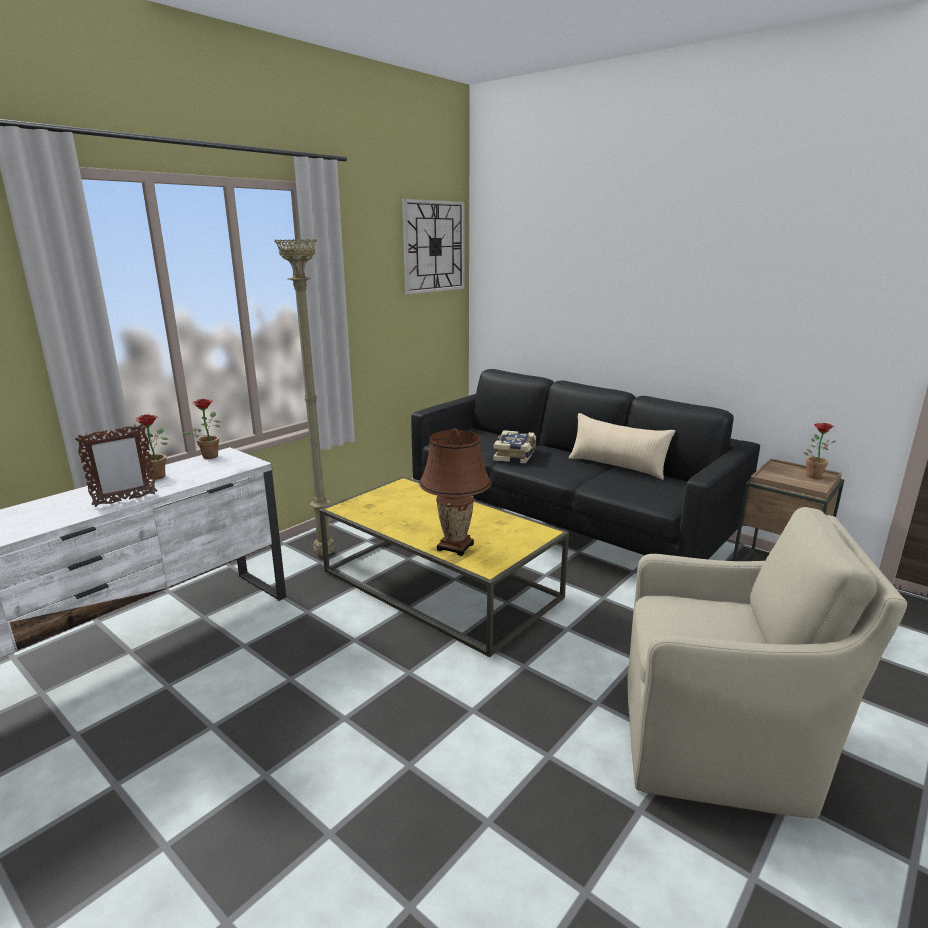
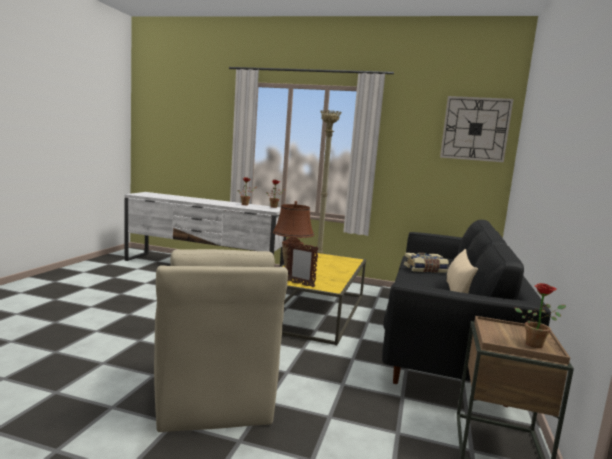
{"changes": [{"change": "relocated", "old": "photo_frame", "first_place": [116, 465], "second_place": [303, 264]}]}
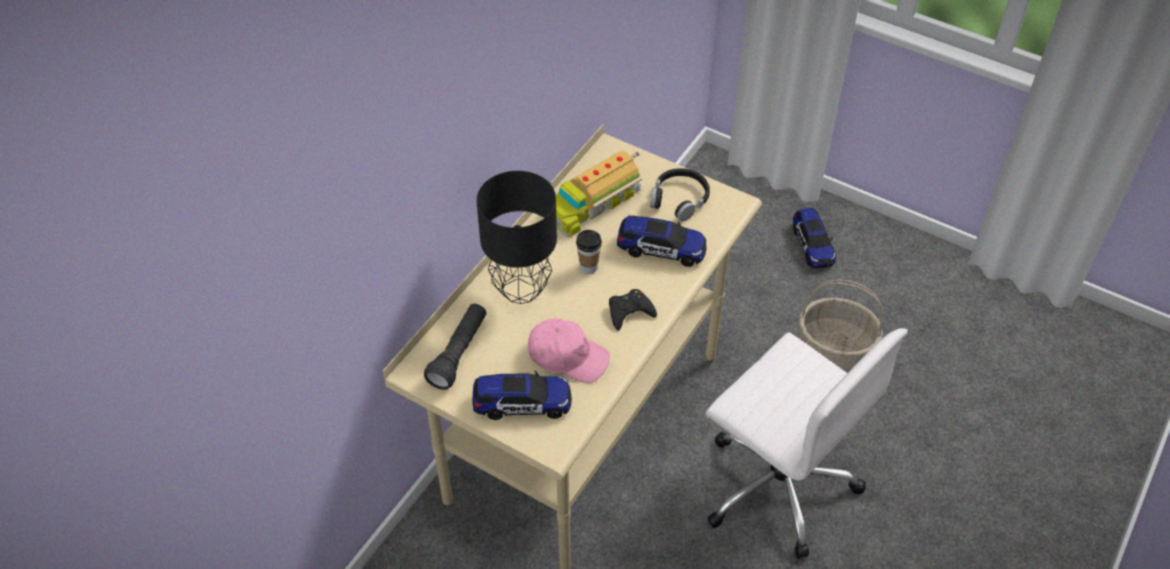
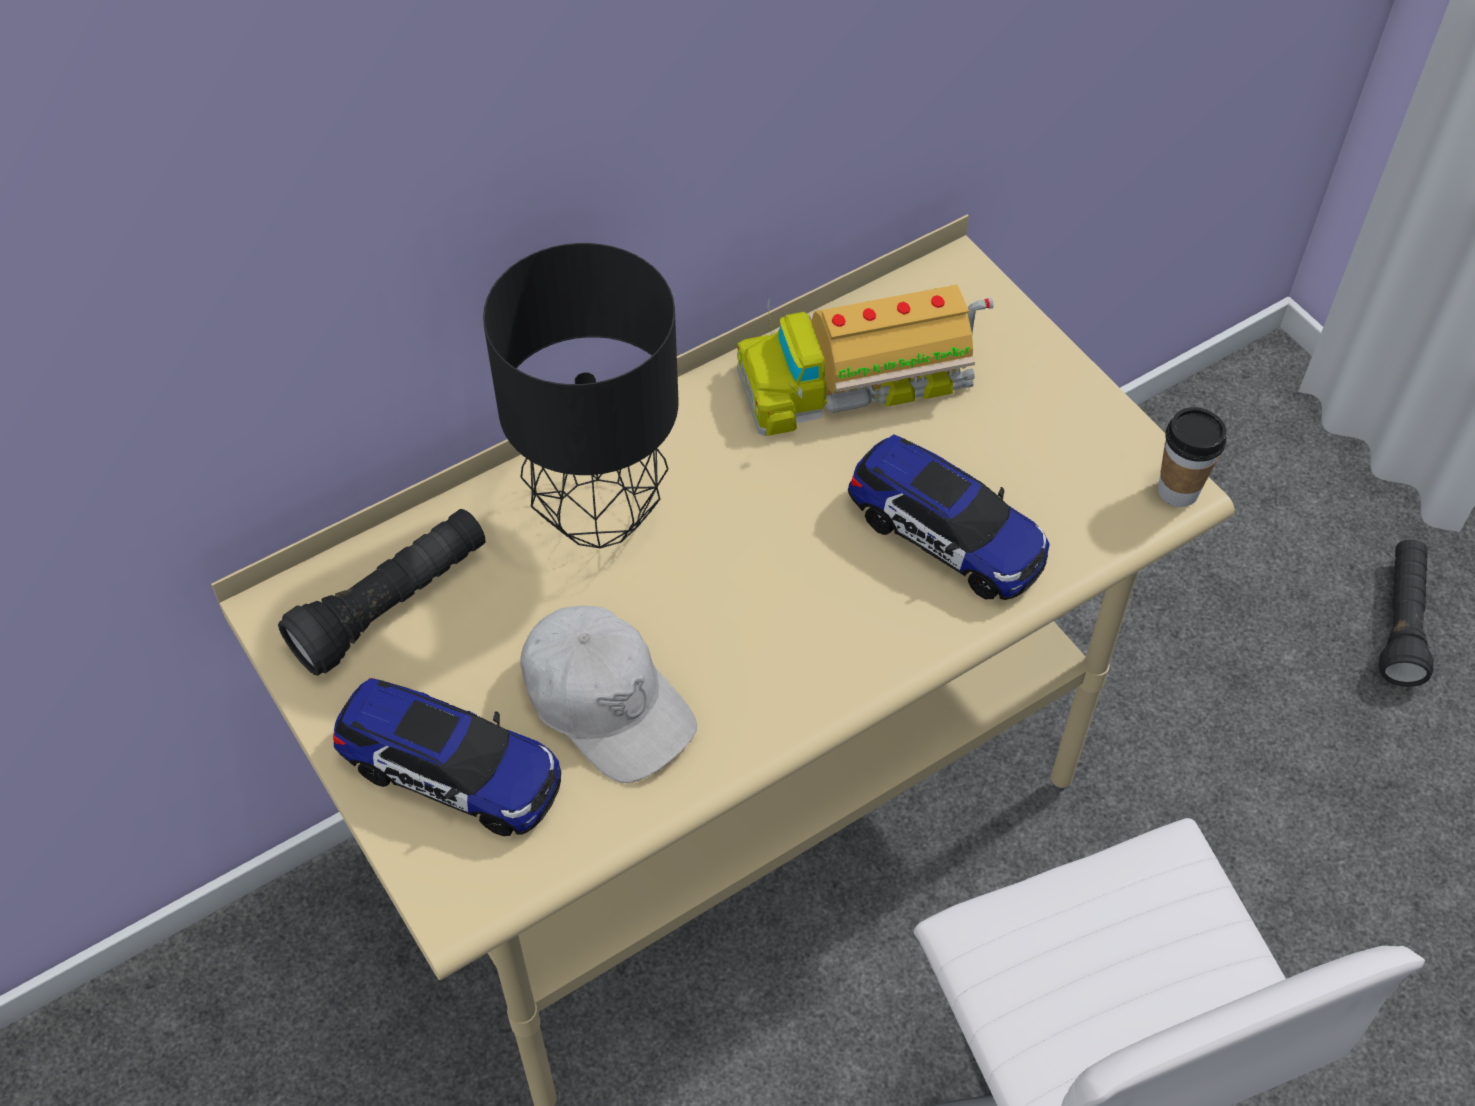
{"changes": [{"change": "missing", "old": "black-coloured_joypad", "first_place": [633, 310]}, {"change": "missing", "old": "black-coloured_headset", "first_place": [680, 194]}, {"change": "missing", "old": "storage_basket", "first_place": [841, 325]}, {"change": "relocated", "old": "cup", "first_place": [589, 252], "second_place": [1192, 457]}, {"change": "exchanged", "old": "model_car", "new": "black-coloured_hand_torch", "first_place": [814, 238], "second_place": [1406, 613]}, {"change": "colour", "old": "pink-coloured_peaked_cap", "new": "white_peaked_cap", "first_place": [569, 350], "second_place": [608, 694]}]}
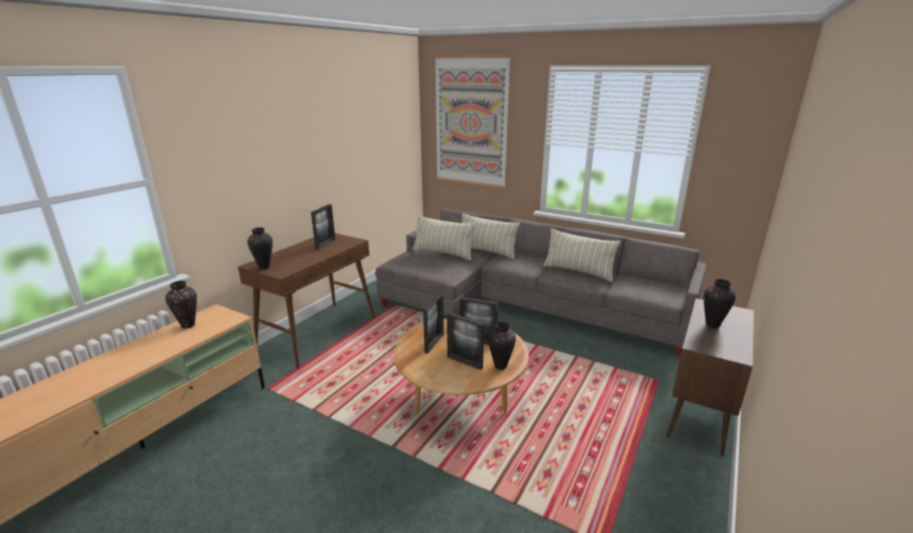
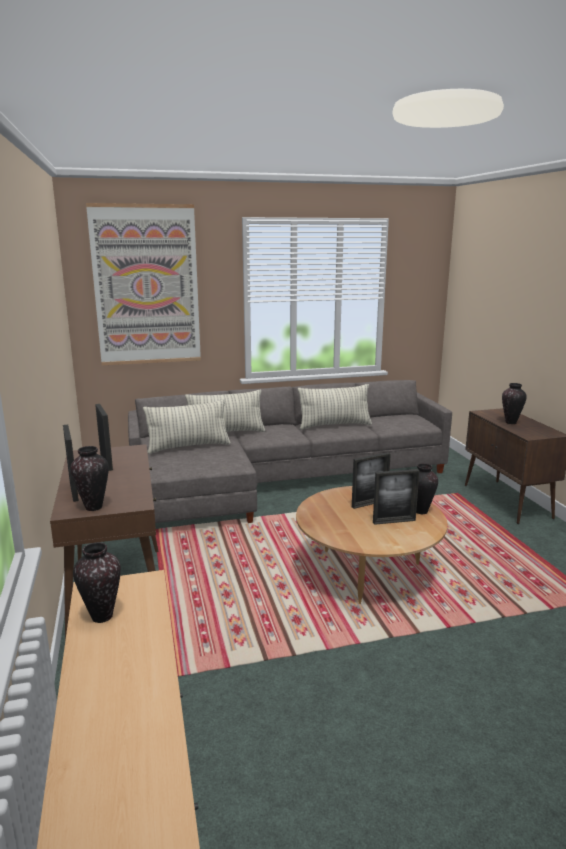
{"changes": [{"change": "relocated", "old": "photo_frame", "first_place": [433, 323], "second_place": [71, 463]}]}
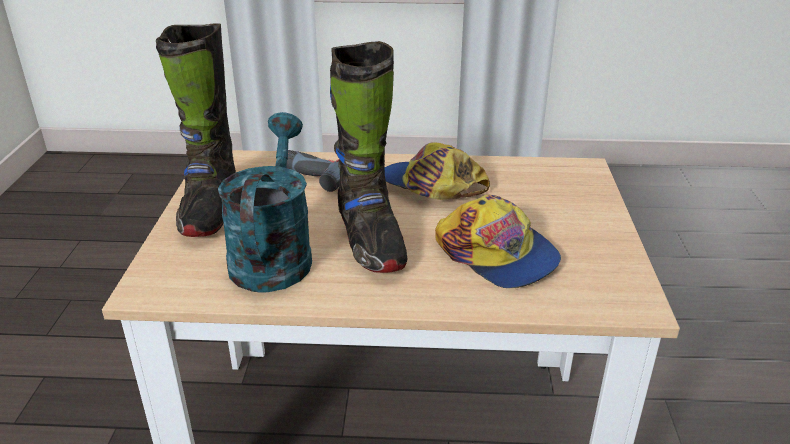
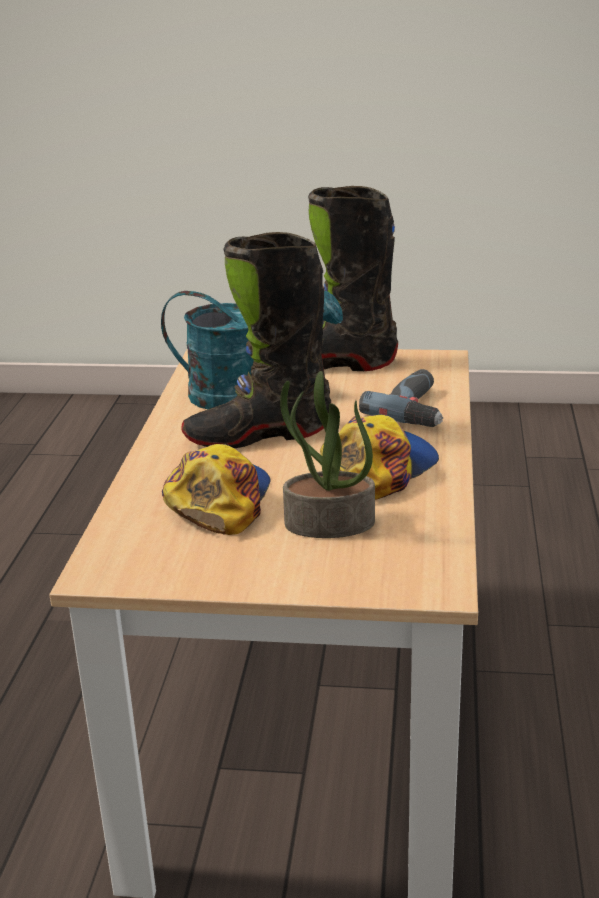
{"changes": [{"change": "appeared", "new": "potted_plant", "second_place": [327, 454]}, {"change": "spun", "old": "peaked_cap", "first_place": [498, 241], "second_place": [216, 489], "degrees": 135}]}
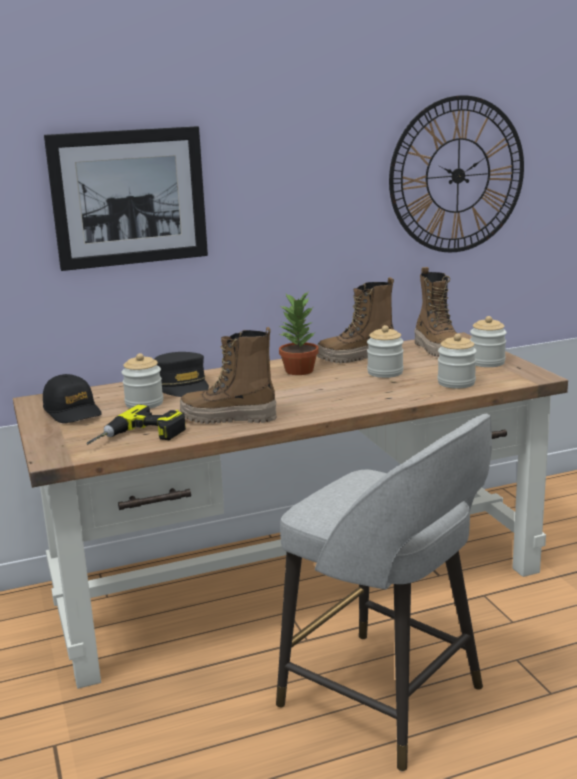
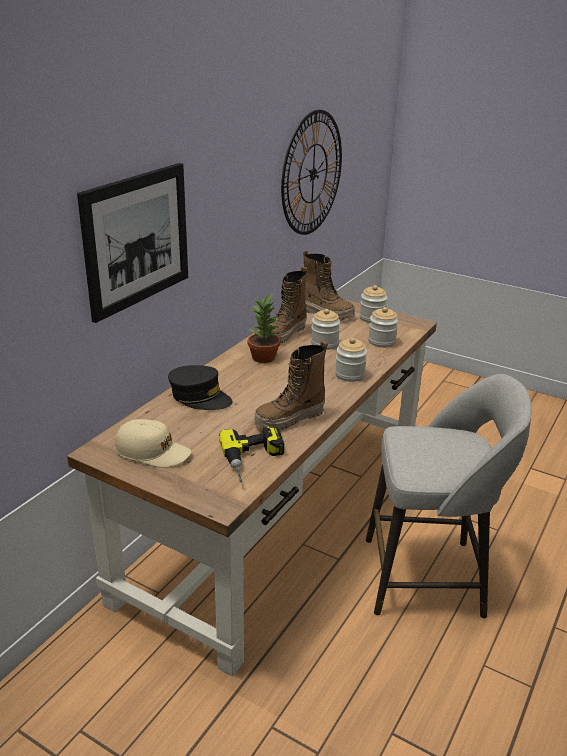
{"changes": [{"change": "relocated", "old": "preserve_jar", "first_place": [142, 381], "second_place": [351, 360]}, {"change": "colour", "old": "black-coloured_peaked_cap", "new": "beige-coloured_peaked_cap", "first_place": [72, 398], "second_place": [153, 443]}]}
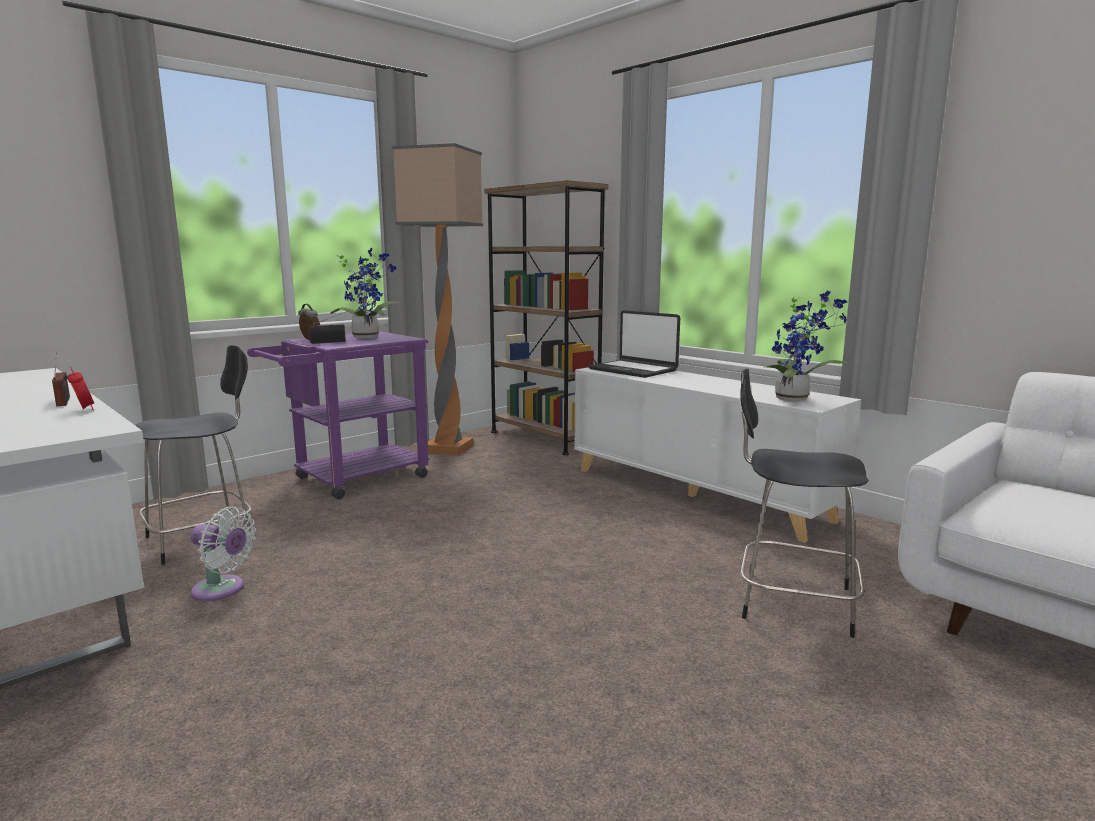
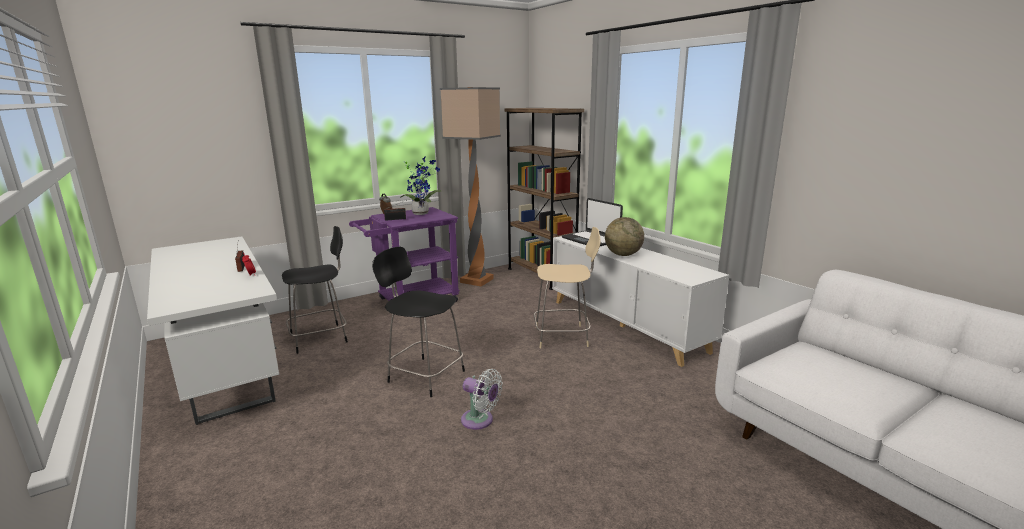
{"changes": [{"change": "missing", "old": "potted_plant", "first_place": [806, 345]}, {"change": "appeared", "new": "beige-coloured_plain_chair", "second_place": [567, 287]}, {"change": "appeared", "new": "globe", "second_place": [624, 236]}, {"change": "relocated", "old": "white_cooling_fan", "first_place": [223, 554], "second_place": [482, 399]}, {"change": "relocated", "old": "black-coloured_plain_chair", "first_place": [804, 503], "second_place": [418, 322]}]}
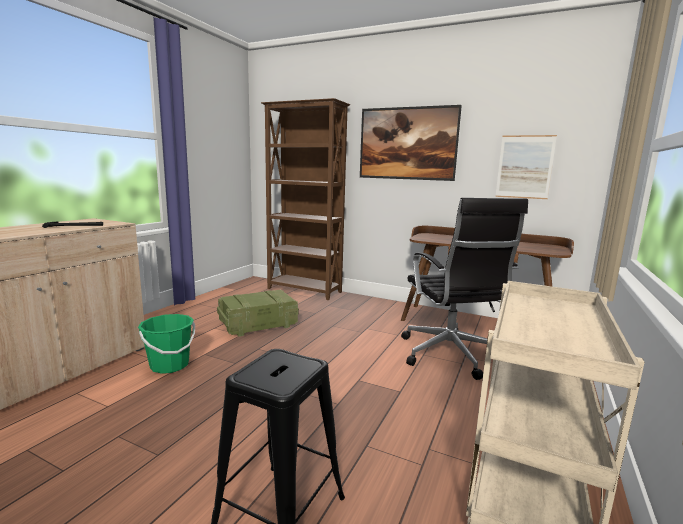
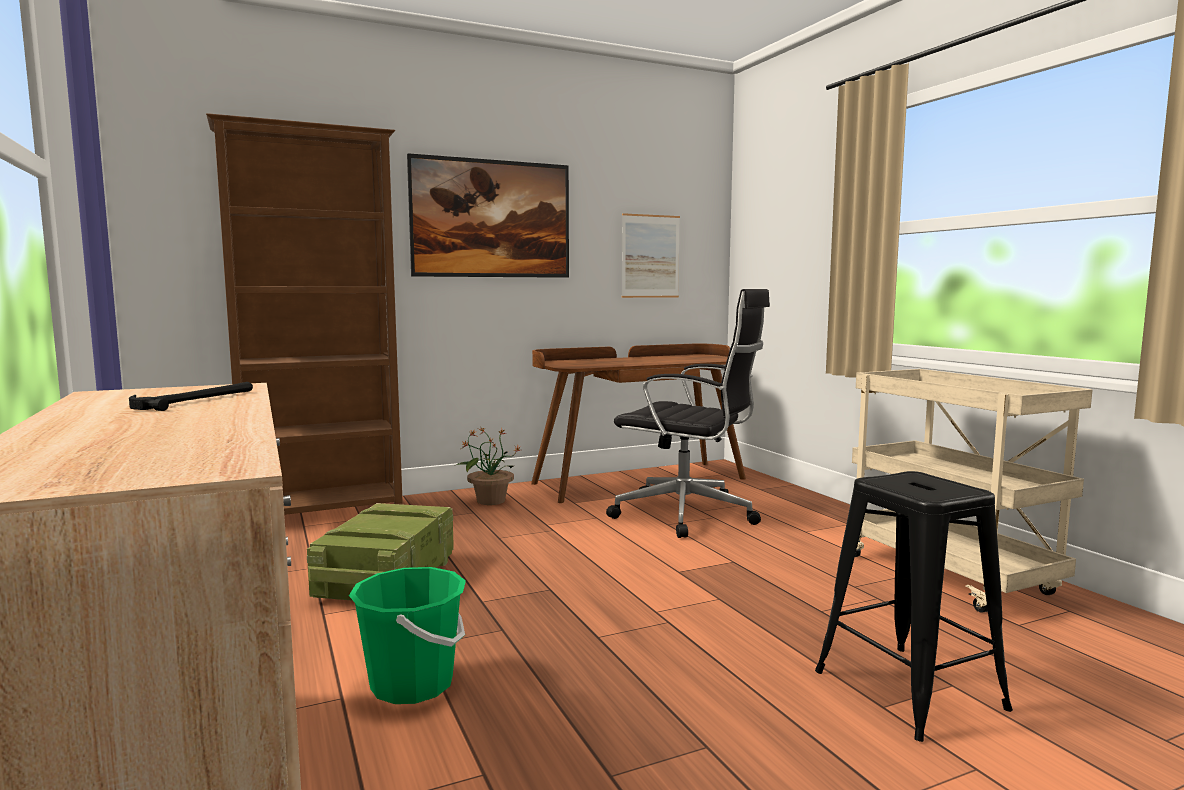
{"changes": [{"change": "appeared", "new": "potted_plant", "second_place": [488, 466]}]}
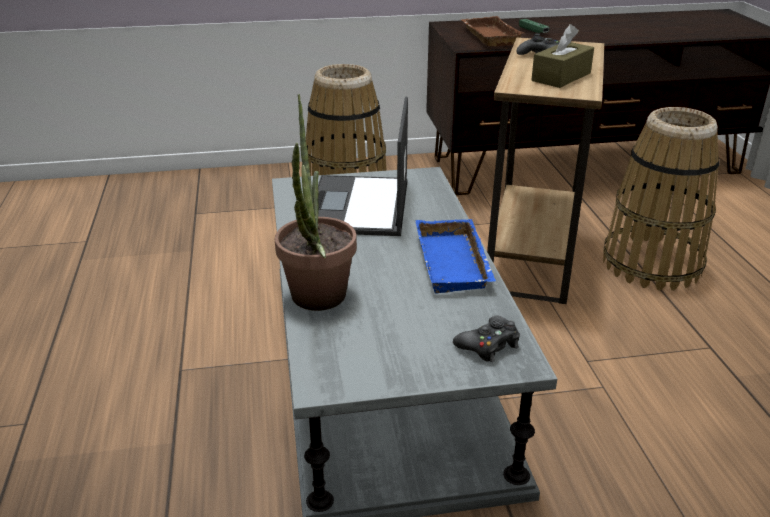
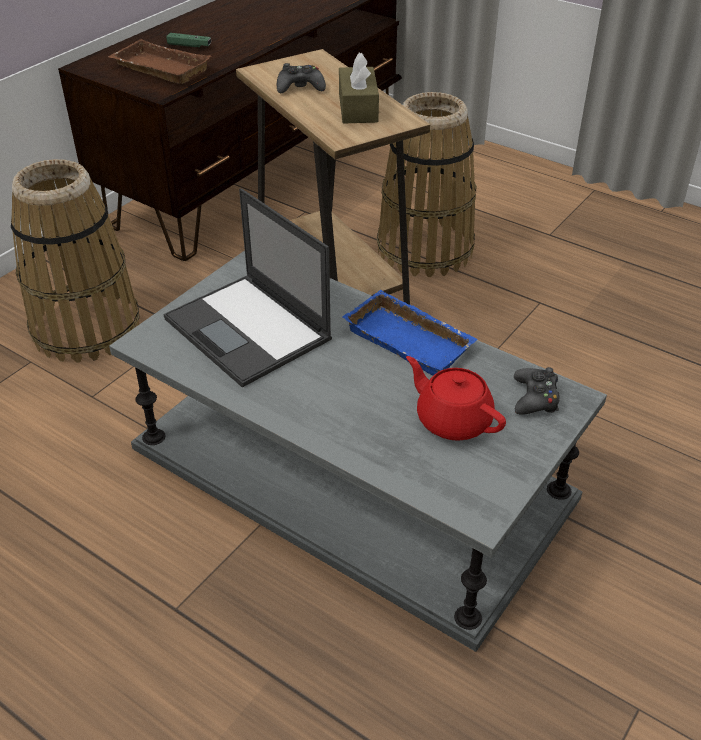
{"changes": [{"change": "missing", "old": "potted_plant", "first_place": [316, 202]}, {"change": "appeared", "new": "red-coloured_teapot", "second_place": [456, 398]}]}
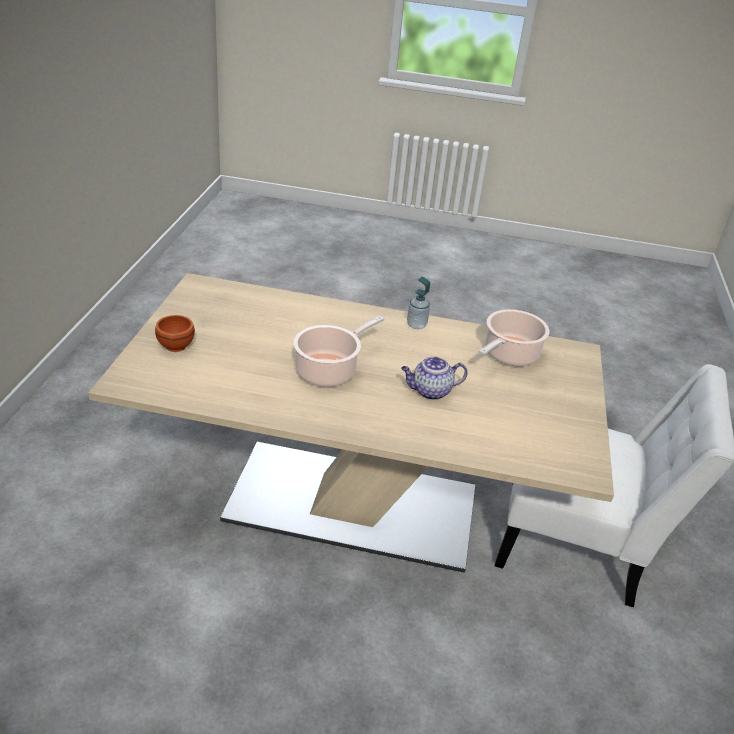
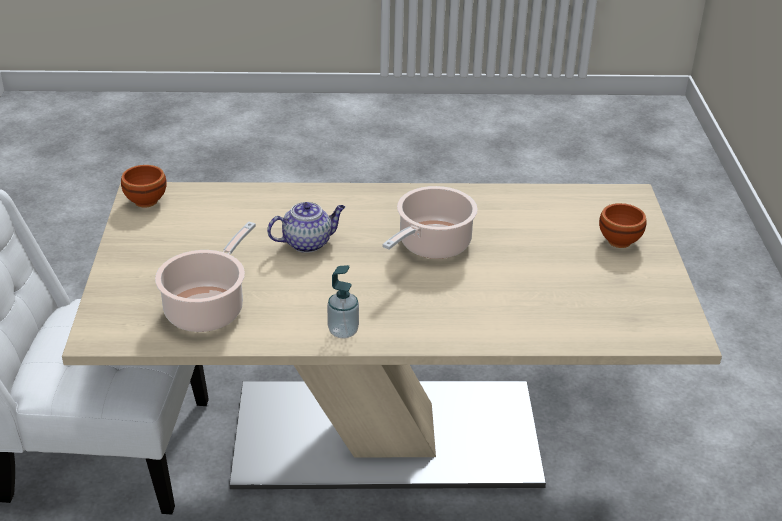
{"changes": [{"change": "appeared", "new": "brown-coloured_bowl", "second_place": [143, 186]}]}
